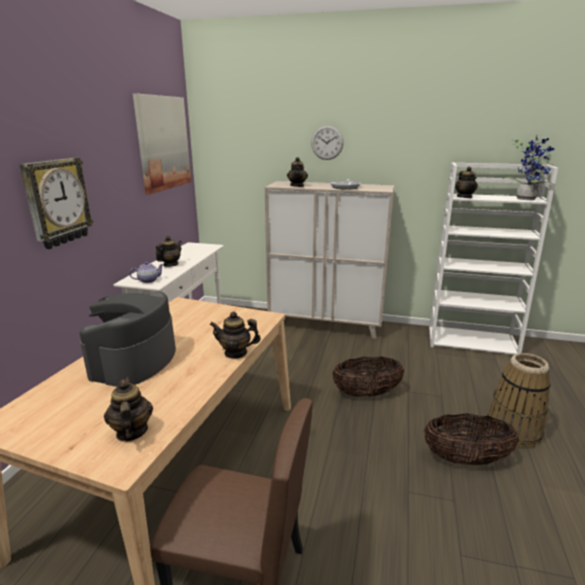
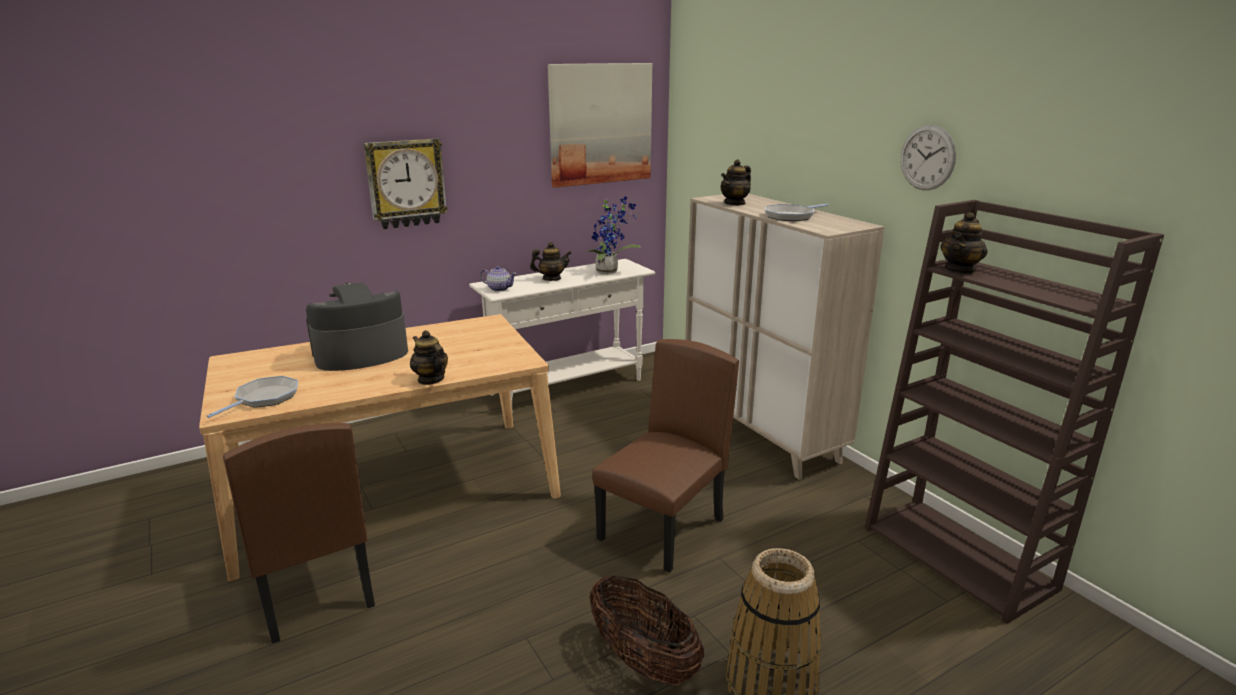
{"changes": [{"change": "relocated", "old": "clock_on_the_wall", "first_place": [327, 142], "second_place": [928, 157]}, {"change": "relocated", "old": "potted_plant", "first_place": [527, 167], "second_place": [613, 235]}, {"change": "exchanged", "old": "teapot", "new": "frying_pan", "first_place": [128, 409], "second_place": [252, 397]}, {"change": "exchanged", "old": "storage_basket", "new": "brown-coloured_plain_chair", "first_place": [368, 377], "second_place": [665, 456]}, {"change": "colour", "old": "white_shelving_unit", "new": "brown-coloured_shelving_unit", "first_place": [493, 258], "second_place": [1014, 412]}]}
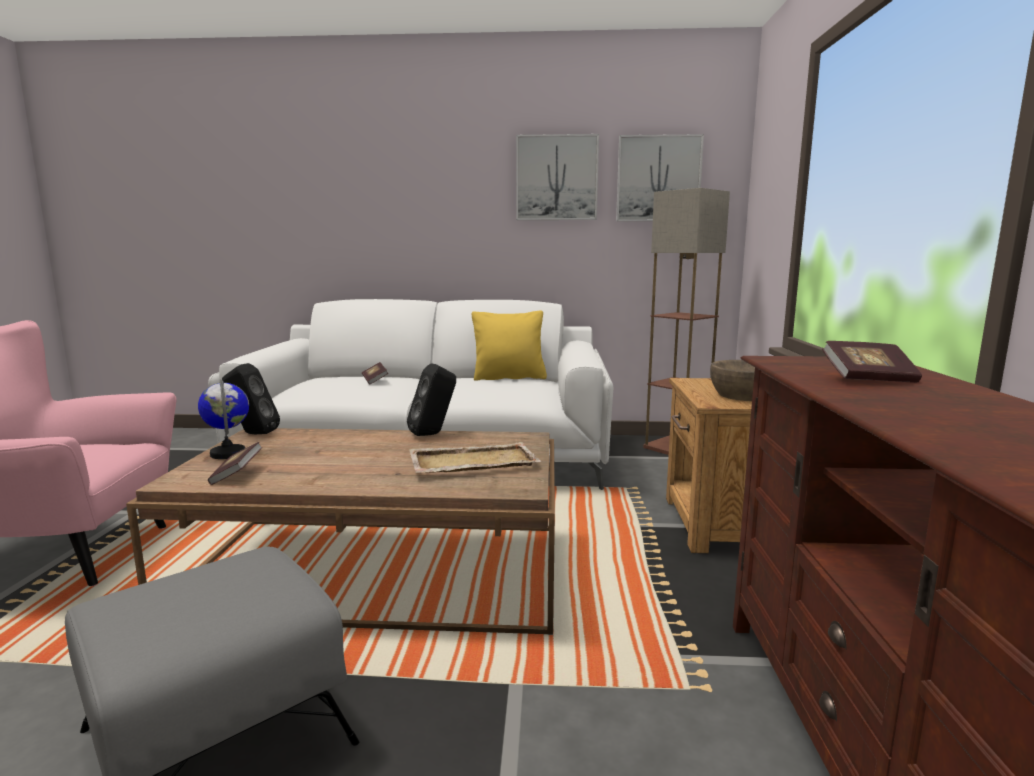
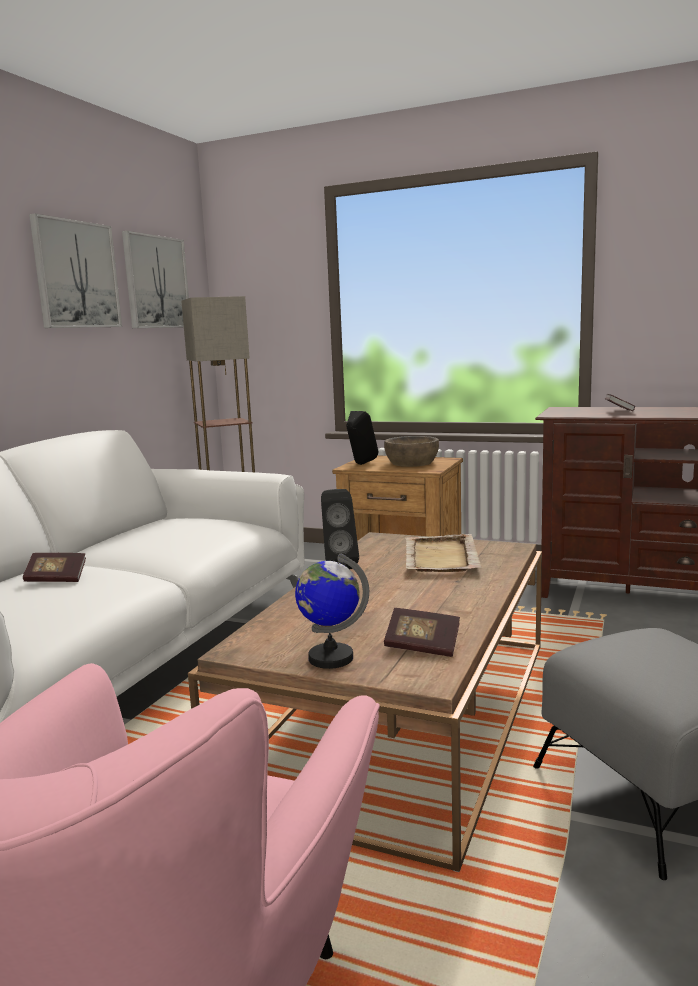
{"changes": [{"change": "missing", "old": "yellow_cushion", "first_place": [509, 345]}, {"change": "relocated", "old": "black-coloured_loudspeaker", "first_place": [251, 398], "second_place": [362, 438]}]}
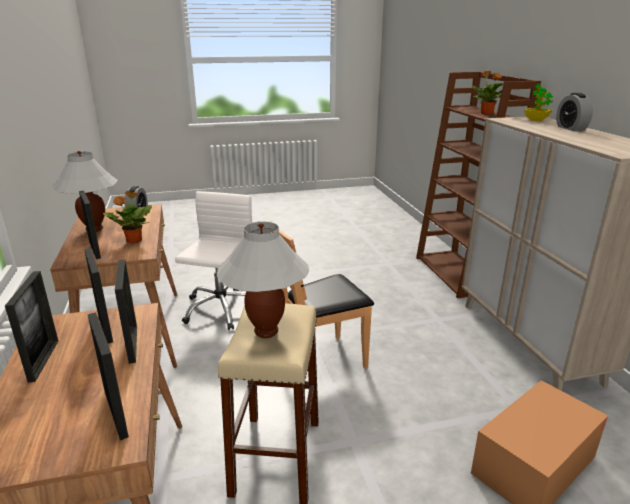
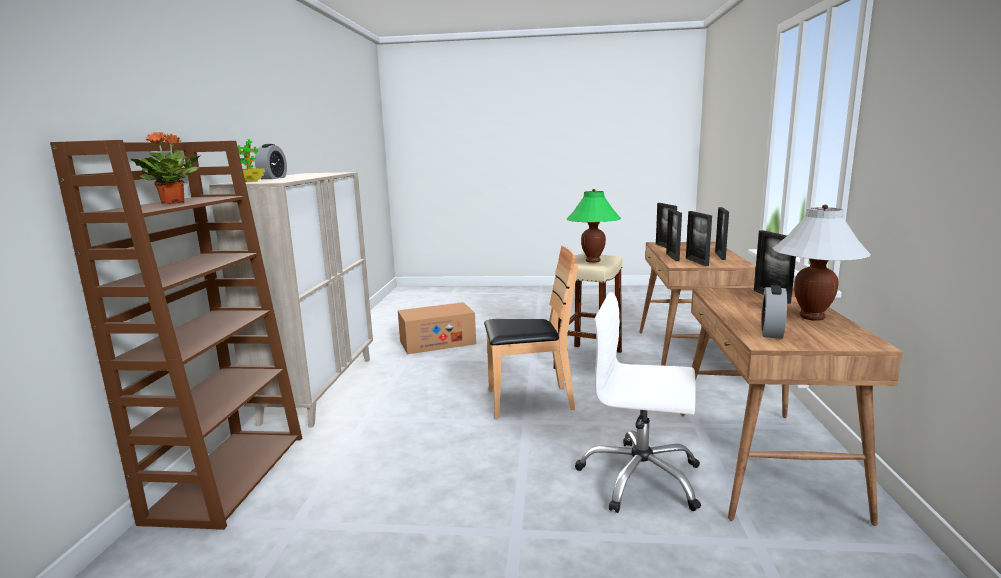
{"changes": [{"change": "missing", "old": "potted_plant", "first_place": [127, 217]}, {"change": "colour", "old": "white_table_lamp", "new": "green-coloured_table_lamp", "first_place": [263, 279], "second_place": [593, 226]}, {"change": "spun", "old": "white_desk_chair", "first_place": [213, 260], "second_place": [638, 402], "degrees": 75}]}
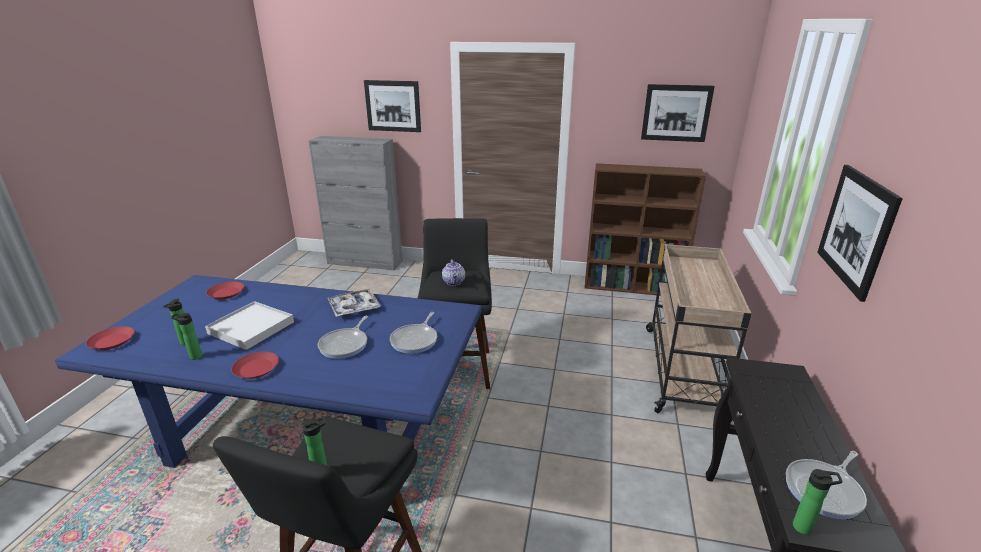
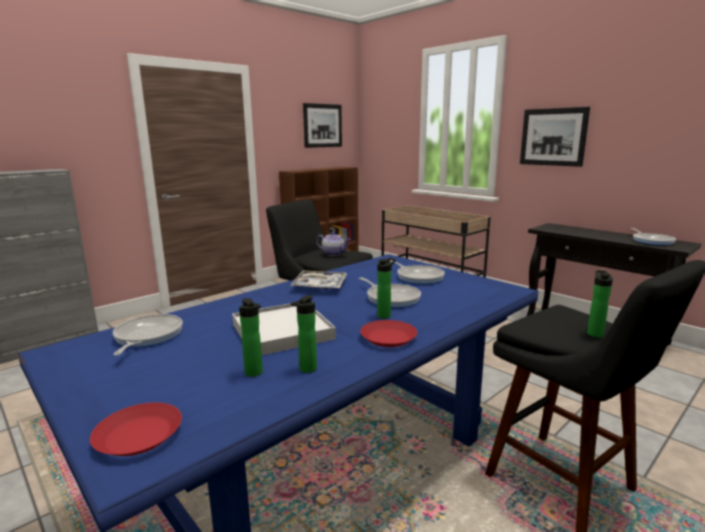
{"changes": [{"change": "missing", "old": "picture", "first_place": [392, 106]}, {"change": "relocated", "old": "drink_bottle", "first_place": [818, 502], "second_place": [386, 288]}, {"change": "exchanged", "old": "red-coloured_plate", "new": "frying_pan", "first_place": [225, 290], "second_place": [148, 335]}]}
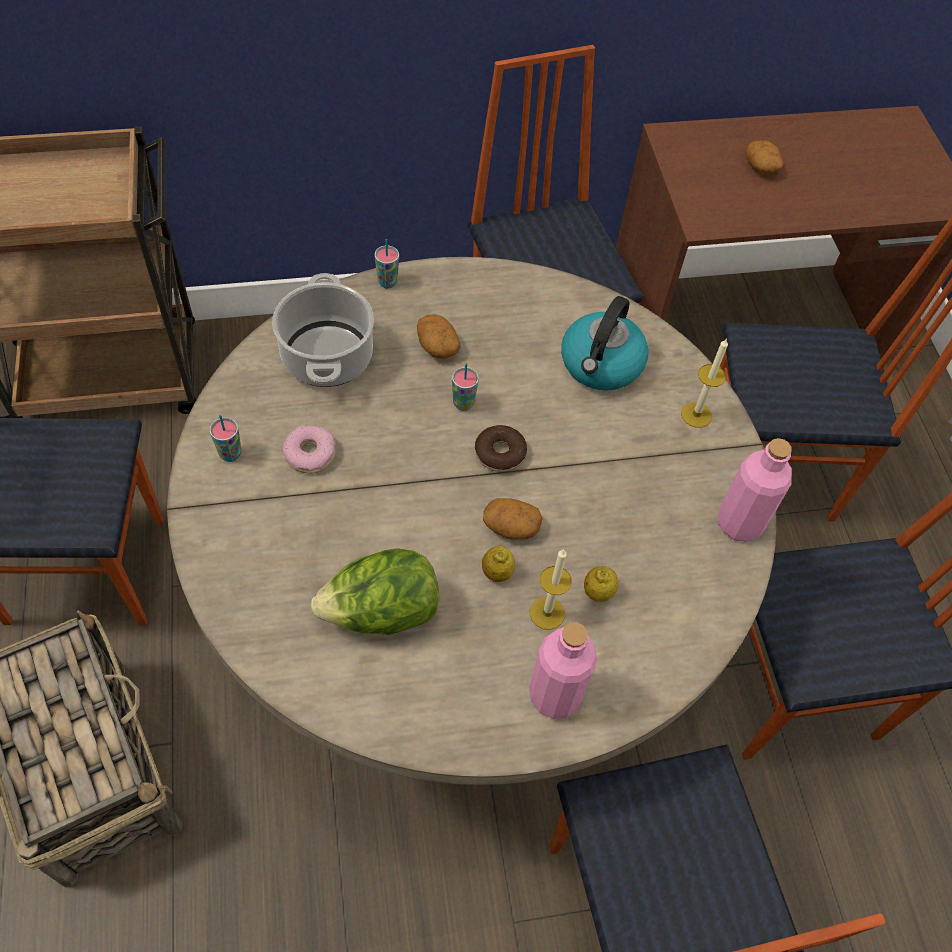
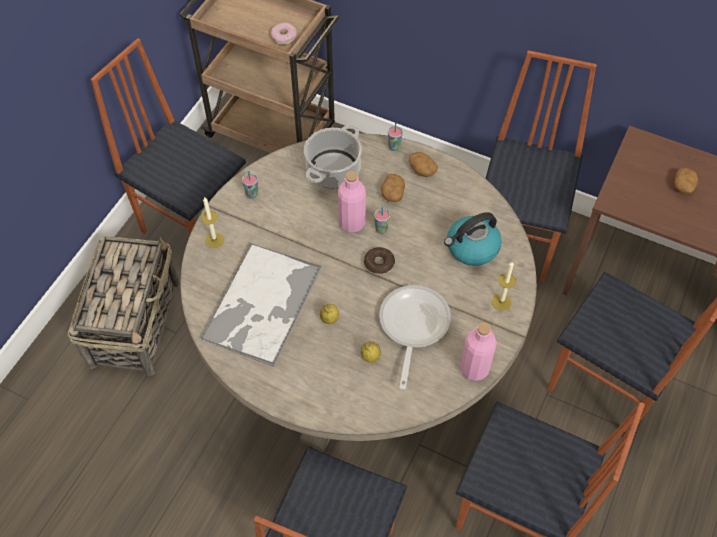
{"changes": [{"change": "appeared", "new": "frying_pan", "second_place": [415, 337]}, {"change": "relocated", "old": "ring_doughnut", "first_place": [309, 449], "second_place": [284, 34]}, {"change": "relocated", "old": "potato", "first_place": [513, 519], "second_place": [423, 164]}, {"change": "relocated", "old": "pink-coloured_drink_bottle", "first_place": [563, 670], "second_place": [352, 202]}, {"change": "relocated", "old": "wax_light", "first_place": [551, 589], "second_place": [212, 222]}, {"change": "exchanged", "old": "lettuce_head", "new": "tray", "first_place": [375, 592], "second_place": [261, 305]}]}
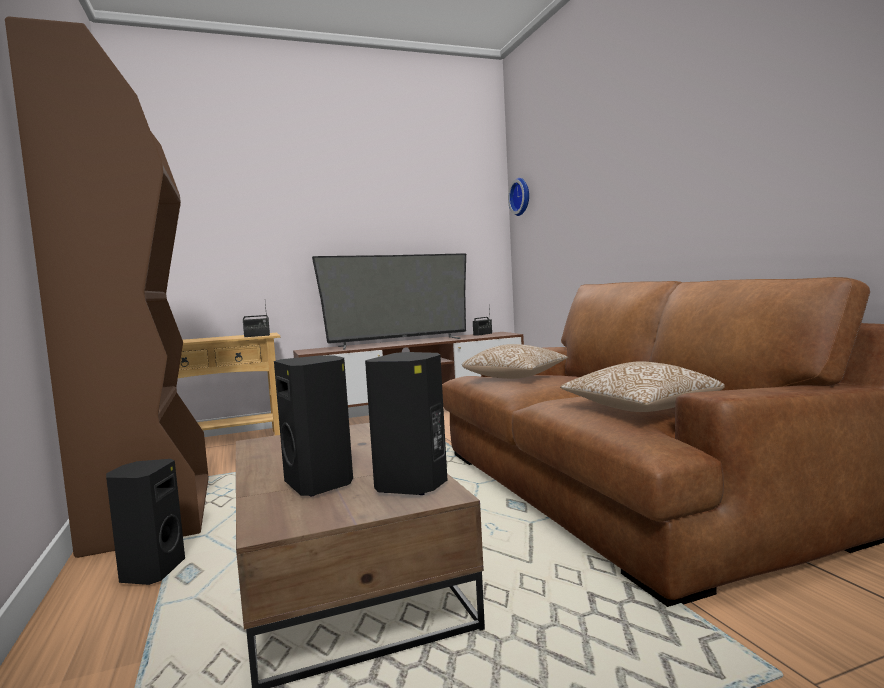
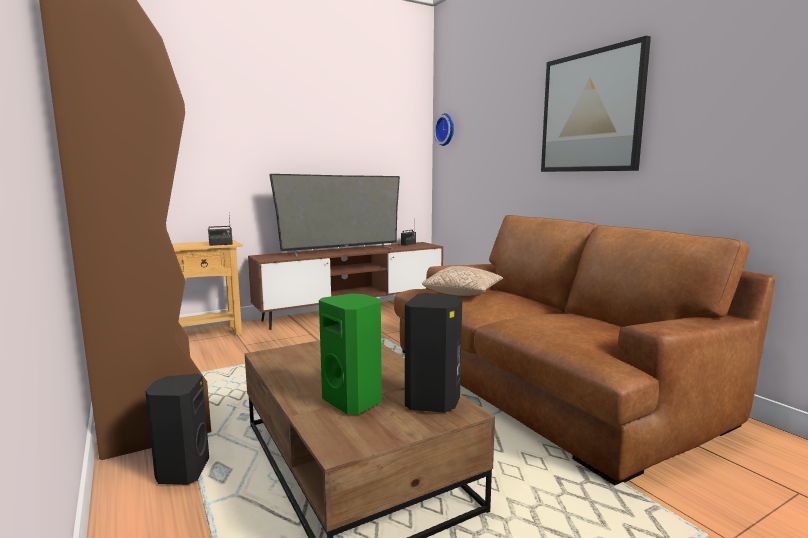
{"changes": [{"change": "missing", "old": "cushion", "first_place": [642, 386]}, {"change": "appeared", "new": "picture", "second_place": [596, 104]}, {"change": "colour", "old": "black-coloured_loudspeaker", "new": "green-coloured_loudspeaker", "first_place": [313, 425], "second_place": [350, 353]}]}
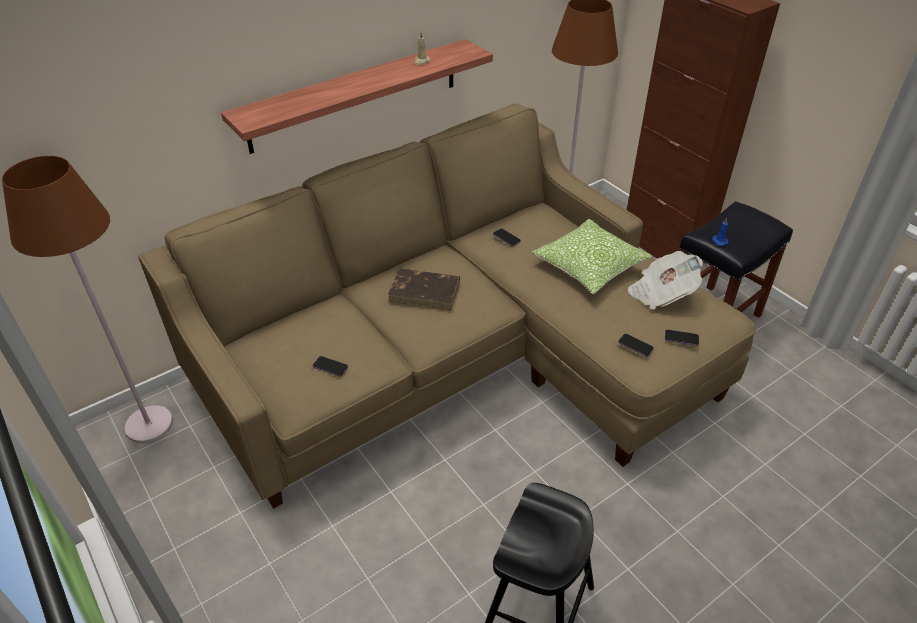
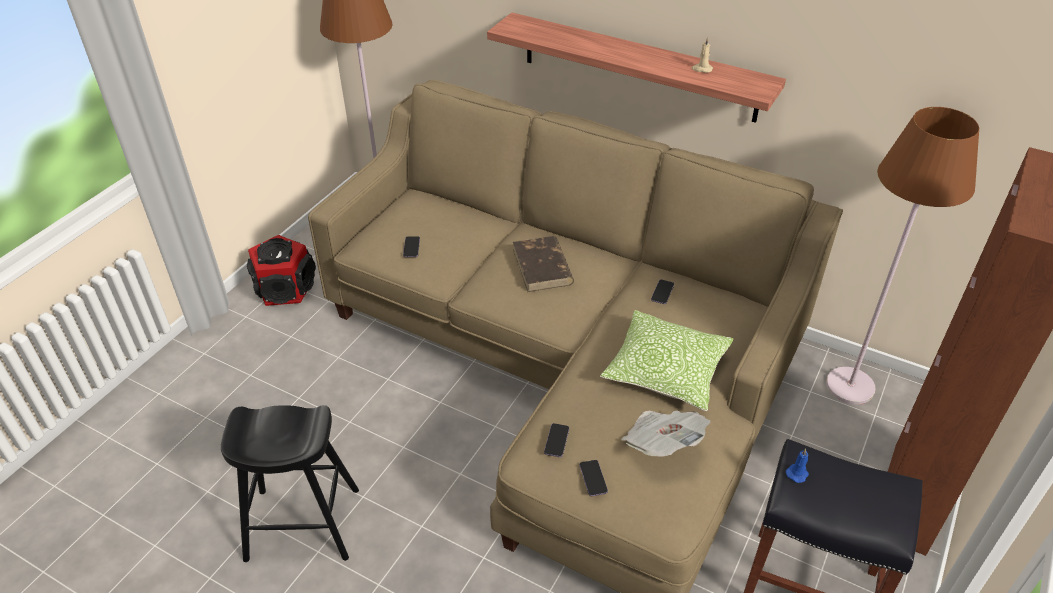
{"changes": [{"change": "appeared", "new": "loudspeaker", "second_place": [281, 270]}]}
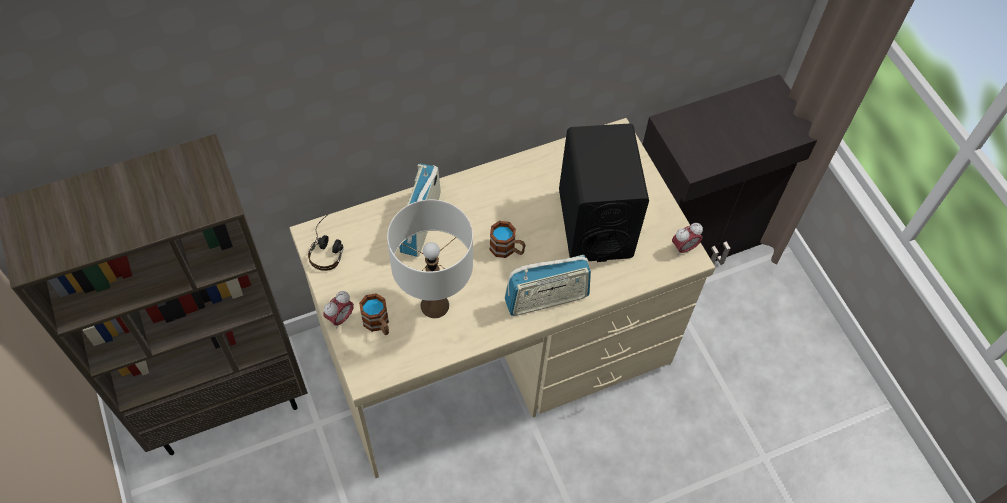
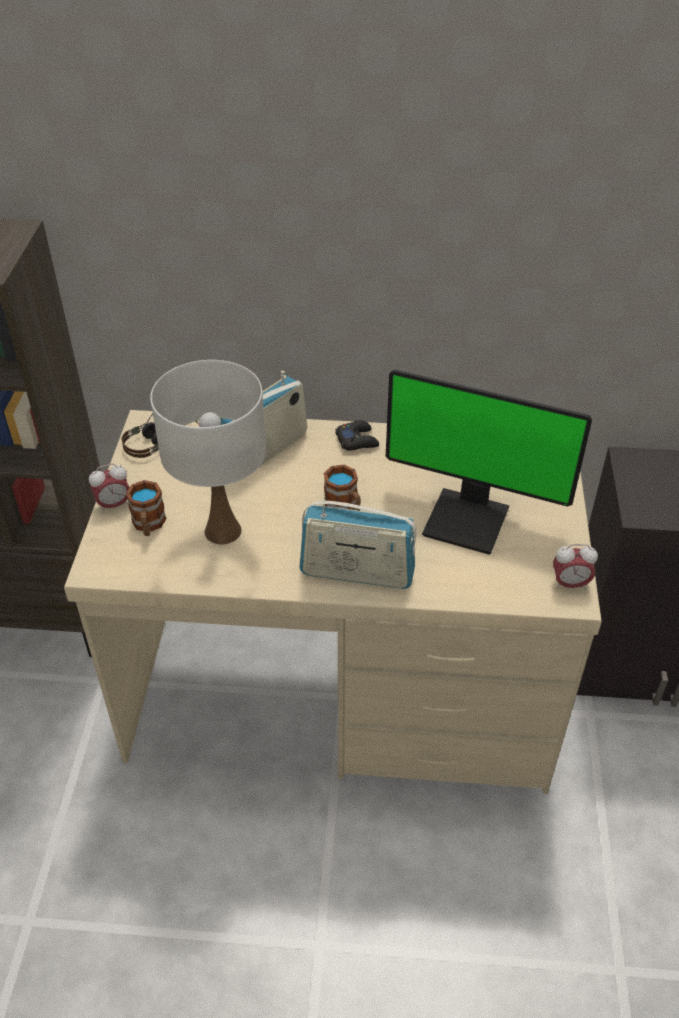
{"changes": [{"change": "appeared", "new": "black-coloured_joypad", "second_place": [357, 435]}, {"change": "exchanged", "old": "black-coloured_loudspeaker", "new": "computer_screen", "first_place": [604, 192], "second_place": [489, 462]}]}
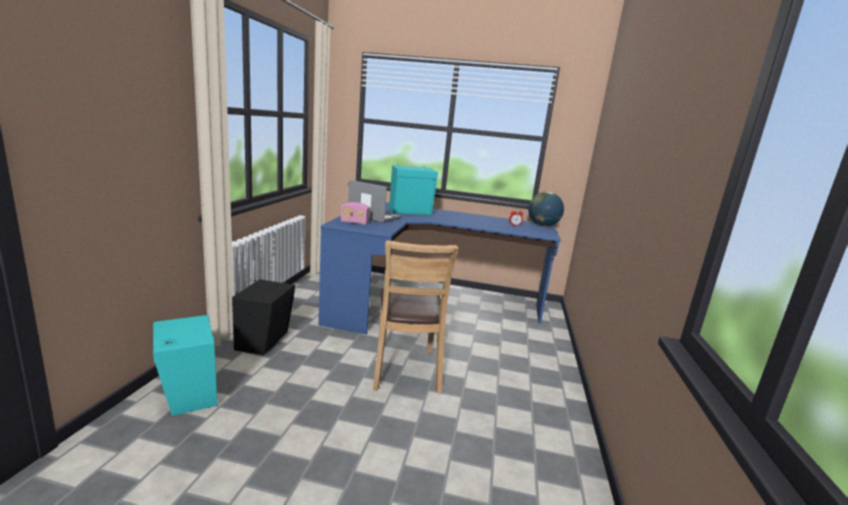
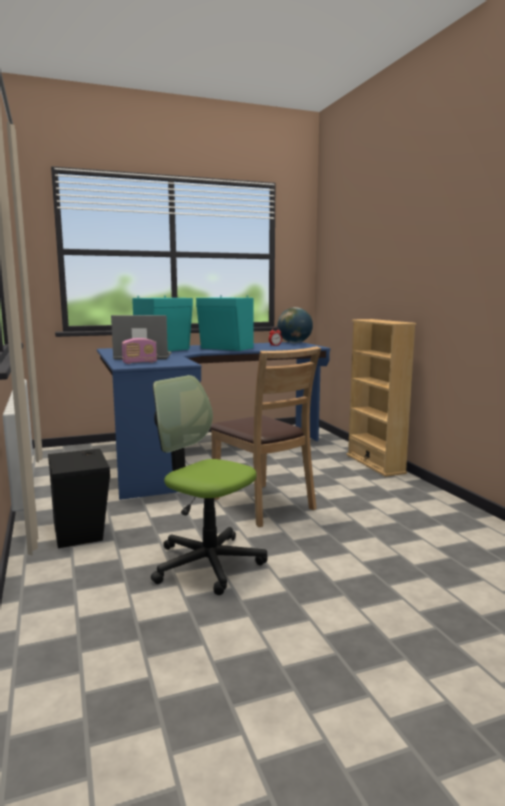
{"changes": [{"change": "appeared", "new": "desk_chair", "second_place": [209, 485]}, {"change": "appeared", "new": "beige-coloured_shelving_unit", "second_place": [381, 398]}, {"change": "relocated", "old": "blue-green_loudspeaker", "first_place": [185, 365], "second_place": [225, 323]}]}
